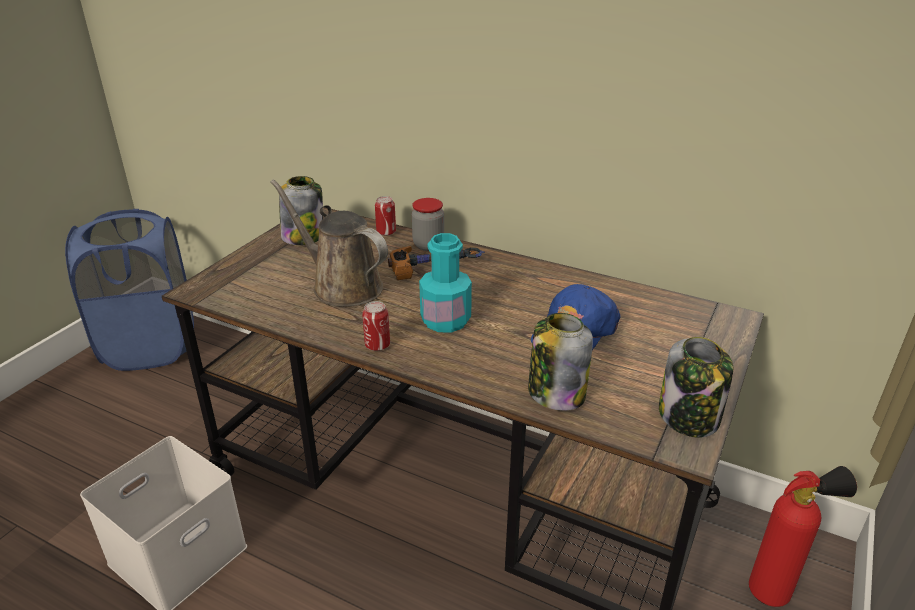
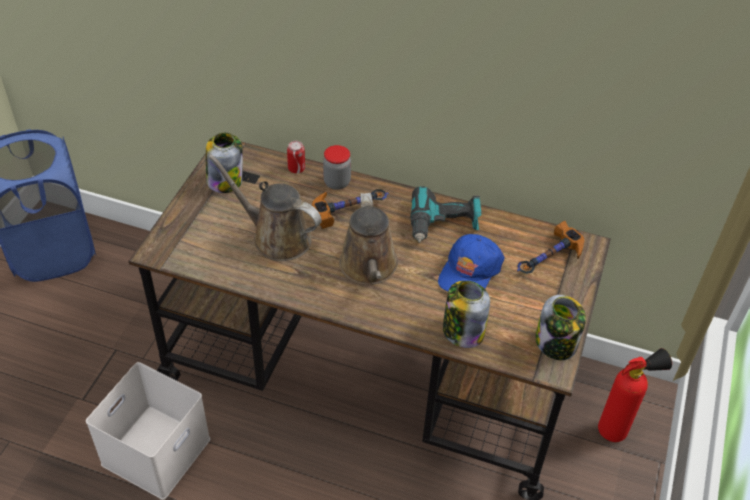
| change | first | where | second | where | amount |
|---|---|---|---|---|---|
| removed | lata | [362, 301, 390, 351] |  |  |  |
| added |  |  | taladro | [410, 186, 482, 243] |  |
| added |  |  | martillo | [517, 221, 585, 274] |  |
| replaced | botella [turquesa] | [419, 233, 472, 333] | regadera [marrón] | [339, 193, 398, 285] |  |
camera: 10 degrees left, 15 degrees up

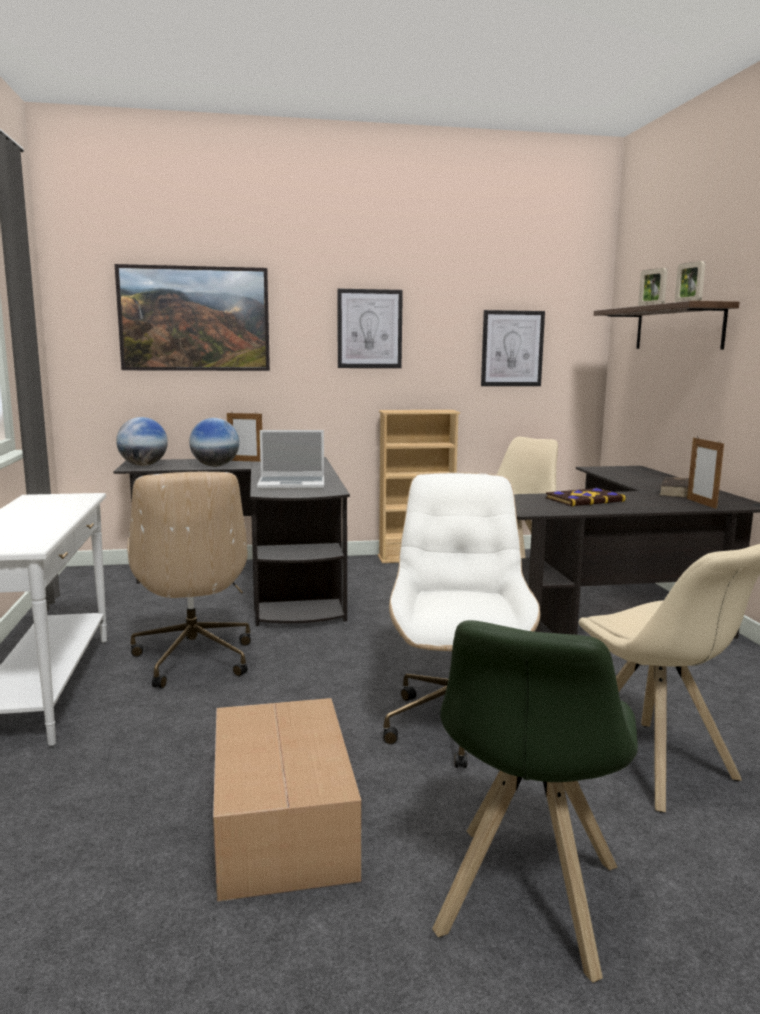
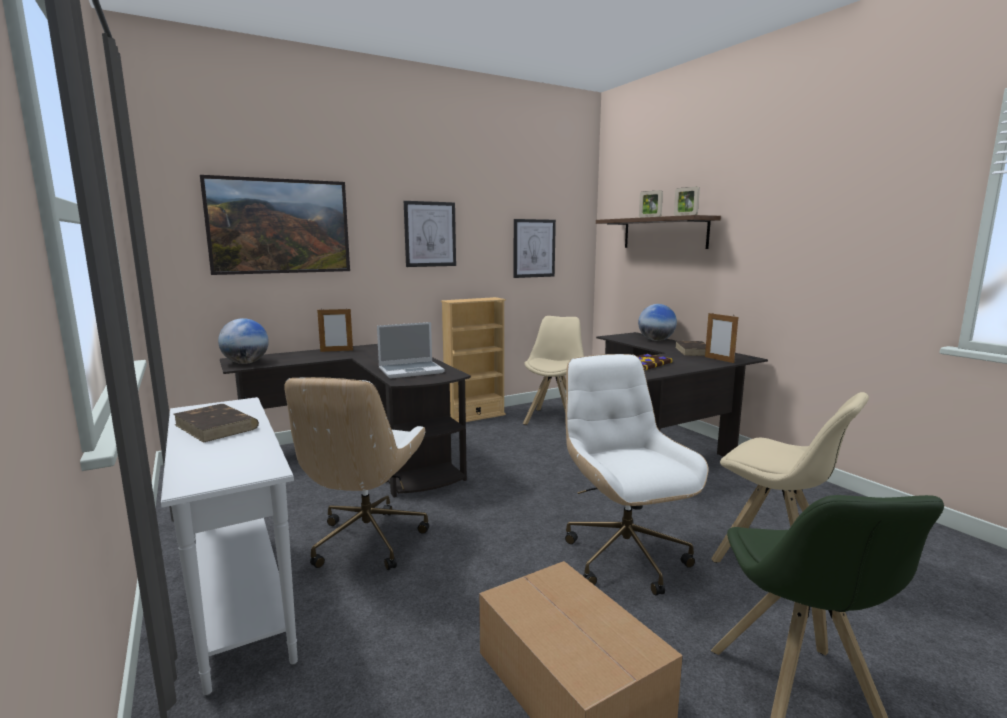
| change | first | where | second | where | amount |
|---|---|---|---|---|---|
| added |  |  | libro [marrón] | [174, 404, 259, 443] |  |
| moved | globo terráqueo | [189, 418, 239, 467] |  | [638, 304, 677, 341] |  |
| turned | silla de oficina [blanco] | [127, 472, 251, 688] |  | [284, 377, 429, 570] | 45 degrees clockwise |
camera: 20 degrees left, 0 degrees up

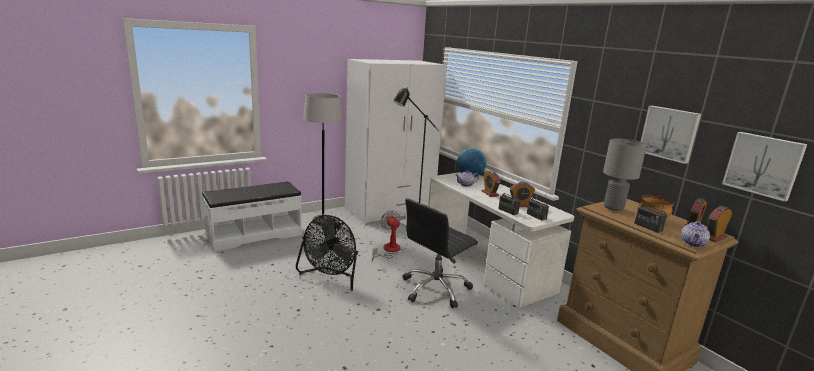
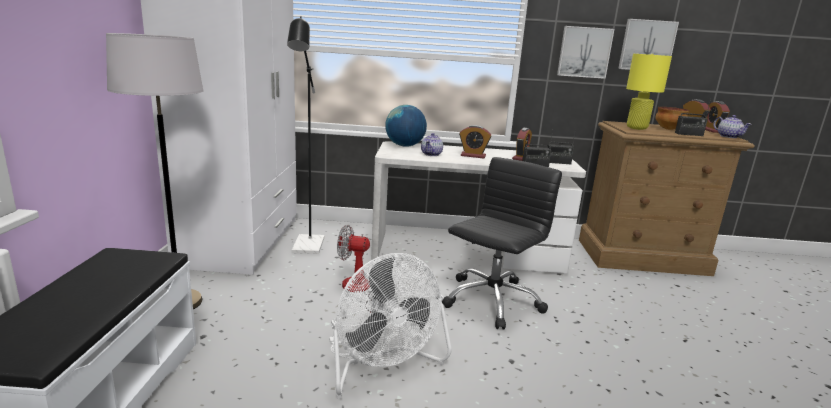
| change | first | where | second | where | amount |
|---|---|---|---|---|---|
| moved | cuadro | [722, 132, 807, 202] |  | [557, 26, 614, 79] |  |
| recoloured | ventilador [negro] | [296, 215, 358, 291] | ventilador [blanco] | [329, 253, 452, 399] |  |
| recoloured | lámpara de mesa [gris] | [603, 139, 647, 211] | lámpara de mesa [amarillo] | [626, 54, 672, 130] |  |
| turned | silla de oficina [negro] | [403, 198, 478, 308] |  | [442, 157, 562, 329] | 135 degrees counterclockwise |
camera: 55 degrees left, 0 degrees up

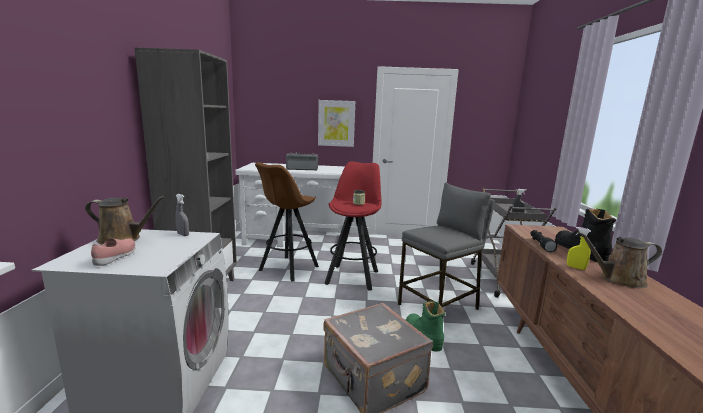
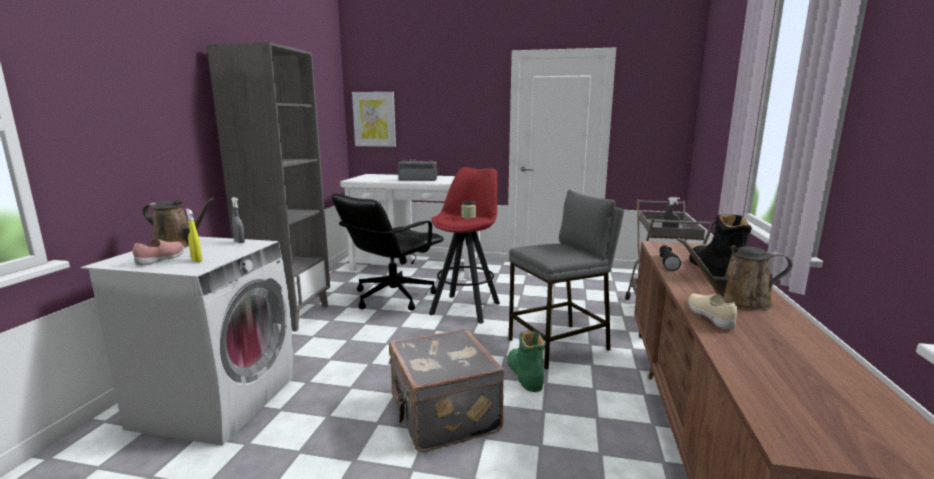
| change | first | where | second | where | amount |
|---|---|---|---|---|---|
| added |  |  | zapato [beis] | [688, 294, 737, 330] |  |
| moved | cuadro | [318, 100, 355, 147] |  | [352, 92, 396, 147] |  |
| moved | pulverizador [amarillo] | [567, 227, 591, 270] |  | [186, 209, 202, 262] |  |
| replaced | taburete [marrón] | [255, 162, 319, 282] | silla de oficina [negro] | [332, 194, 444, 311] |  |
camera: 10 degrees right, 0 degrees up

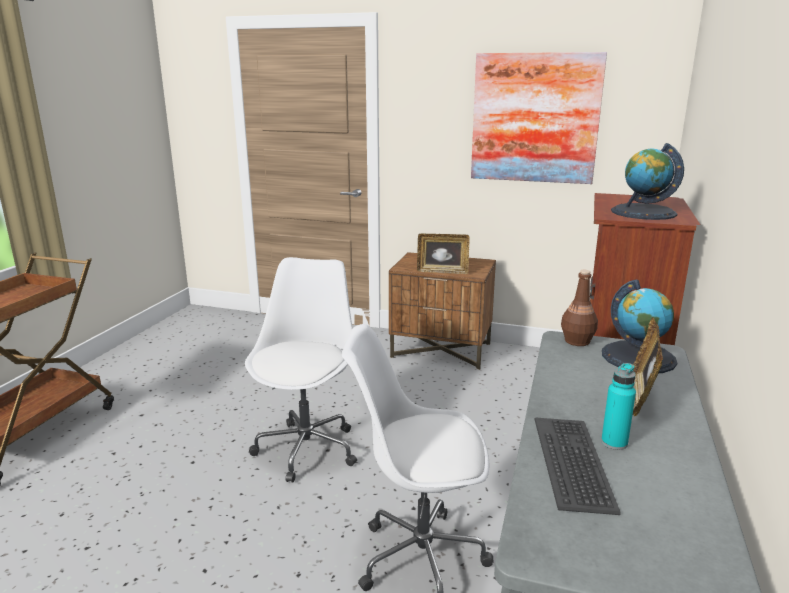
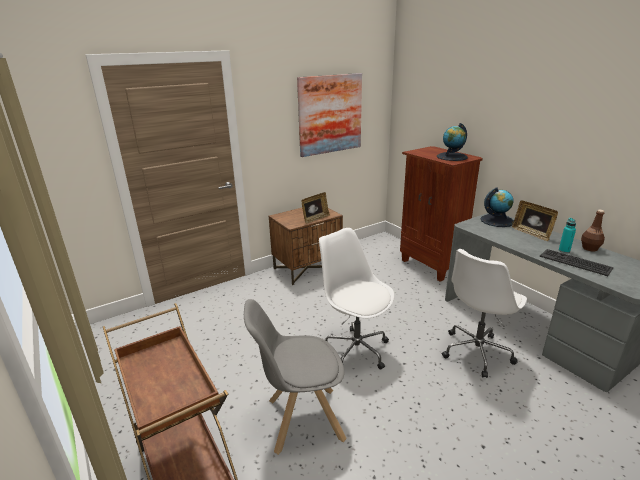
| change | first | where | second | where | amount |
|---|---|---|---|---|---|
| added |  |  | silla [gris] | [244, 299, 347, 455] |  |
| moved | botella [marrón] | [561, 270, 598, 346] |  | [581, 210, 605, 251] |  |
camera: 50 degrees left, 5 degrees up

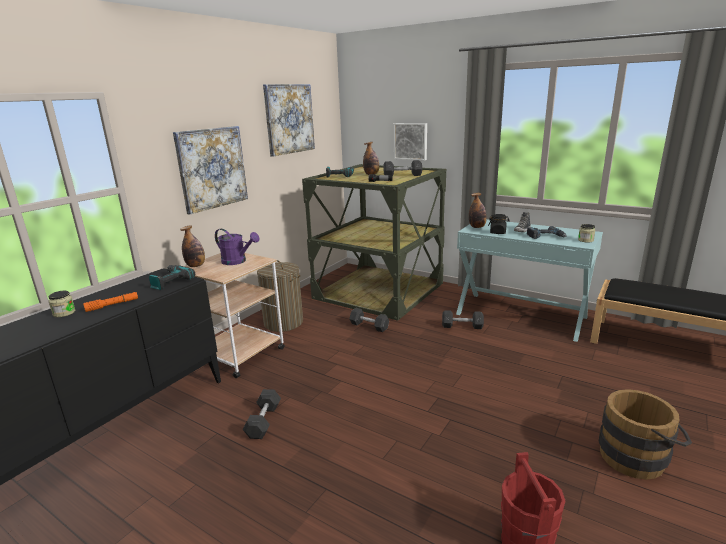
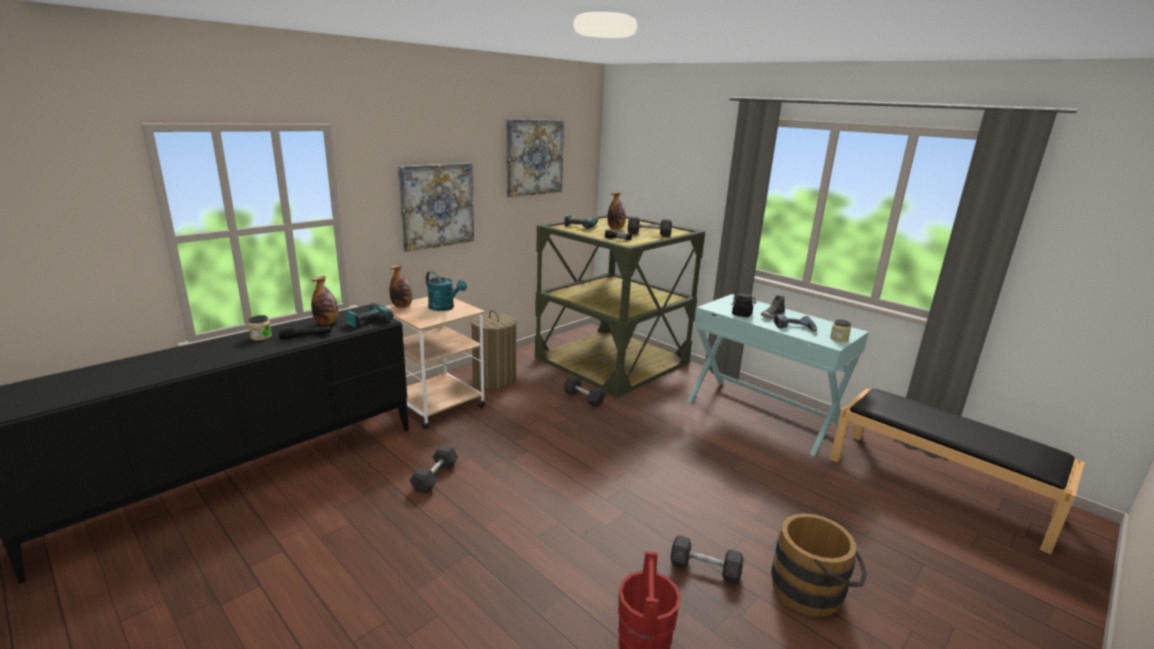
| change | first | where | second | where | amount |
|---|---|---|---|---|---|
| removed | cuadro | [394, 123, 427, 161] |  |  |  |
| moved | mancuerna [gris] | [442, 310, 484, 329] |  | [670, 535, 744, 584] |  |
| moved | botella | [469, 193, 487, 228] |  | [311, 276, 339, 325] |  |
| recoloured | linterna [naranja] | [83, 292, 138, 312] | linterna [negro] | [279, 326, 331, 339] |  |
| recoloured | regadera [morado] | [215, 229, 259, 265] | regadera [turquesa] | [426, 271, 467, 311] |  |
camera: 10 degrees right, 0 degrees up

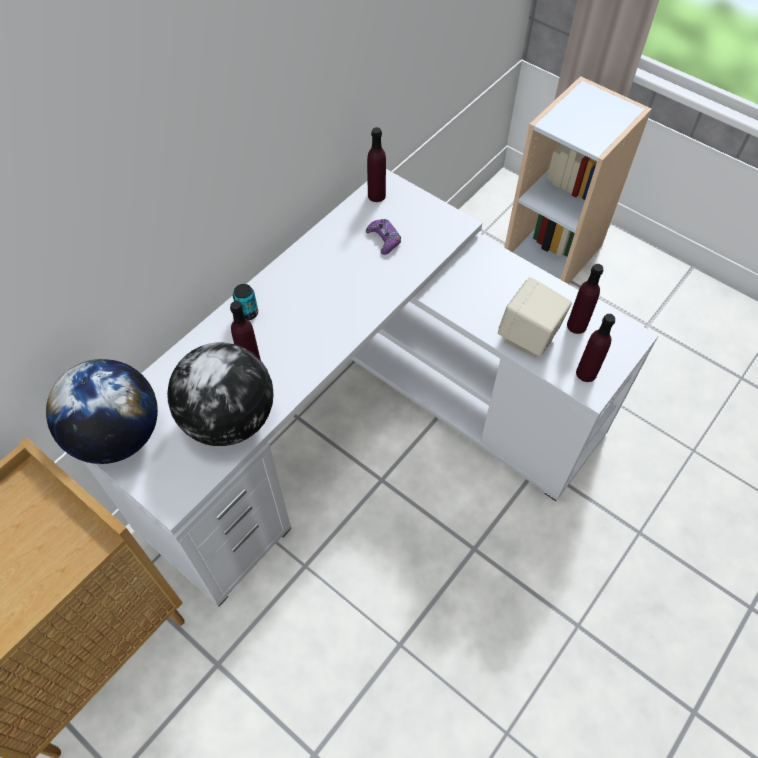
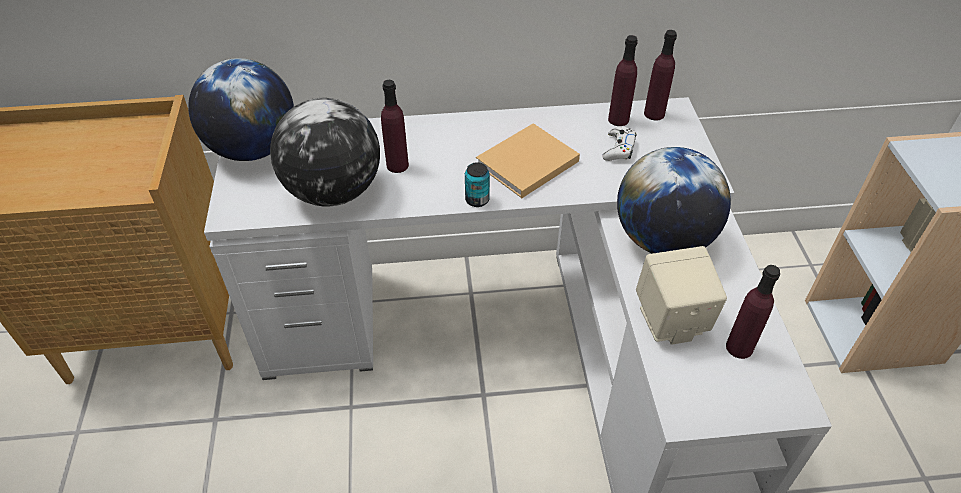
| change | first | where | second | where | amount |
|---|---|---|---|---|---|
| added |  |  | libro [beis] | [476, 123, 580, 198] |  |
| added |  |  | globo terráqueo | [617, 147, 731, 254] |  |
| moved | lata | [233, 284, 258, 320] |  | [465, 162, 490, 207] |  |
| moved | botella [morado] | [576, 314, 615, 382] |  | [608, 35, 638, 126] |  |
| recoloured | mando de consola [morado] | [366, 219, 401, 255] | mando de consola [blanco] | [602, 126, 636, 161] |  |
camera: 45 degrees right, 10 degrees down

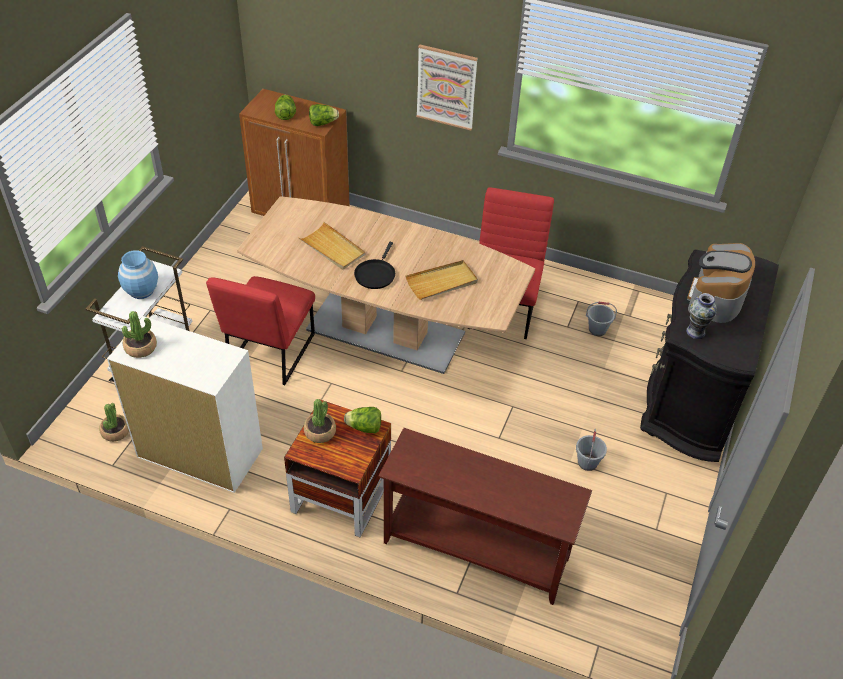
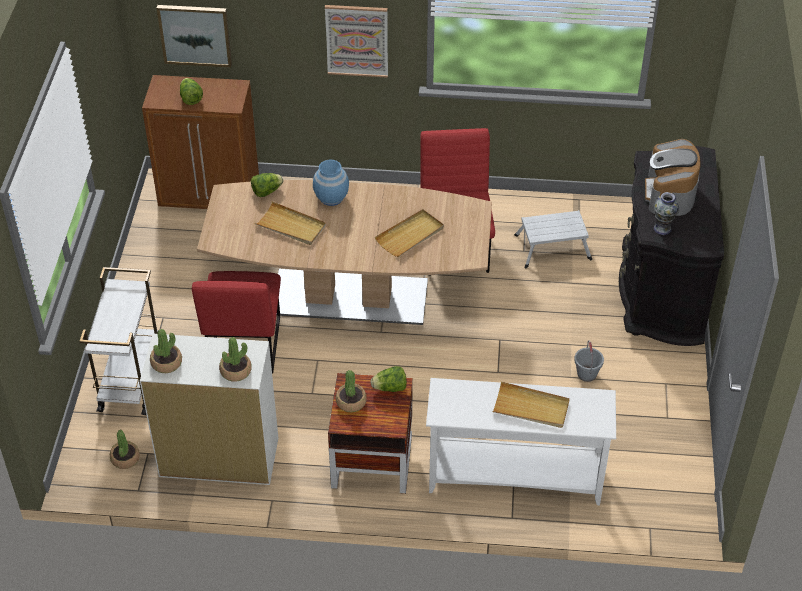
| change | first | where | second | where | amount |
|---|---|---|---|---|---|
| removed | sartén [negro] | [354, 242, 395, 289] |  |  |  |
| added |  |  | cuadro | [157, 5, 232, 67] |  |
| added |  |  | planta en maceta | [219, 337, 252, 382] |  |
| added |  |  | bandeja [beis] | [492, 382, 570, 428] |  |
| moved | florero [azul] | [118, 250, 158, 299] |  | [313, 160, 349, 206] |  |
| moved | lechuga | [309, 104, 339, 126] |  | [251, 173, 283, 197] |  |
| replaced | cubo [gris] | [586, 302, 617, 336] | escalera de tijera [blanco] | [514, 210, 592, 269] |  |
| recoloured | mesa consola [marrón] | [378, 428, 592, 605] | mesa consola [blanco] | [426, 378, 616, 505] |  |
camera: 15 degrees left, 0 degrees up

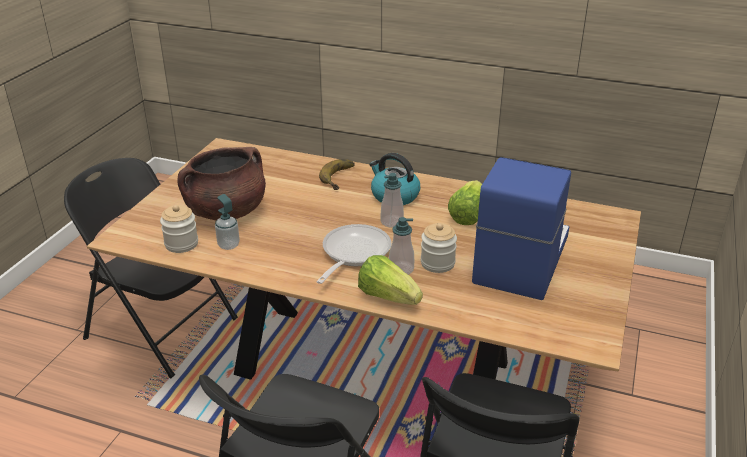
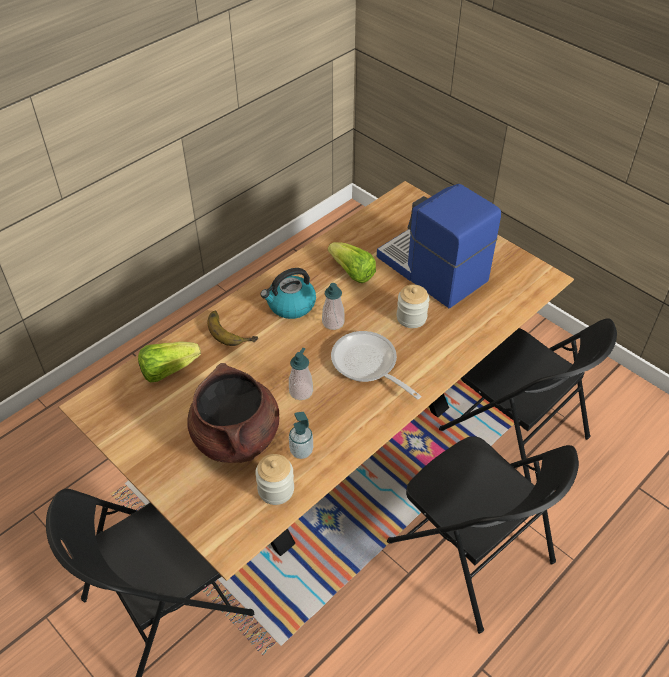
| change | first | where | second | where | amount |
|---|---|---|---|---|---|
| moved | lechuga | [358, 255, 423, 305] |  | [138, 341, 201, 383] |  |
| moved | dispensador de jabón | [389, 217, 414, 275] |  | [289, 348, 313, 400] |  |
camera: 65 degrees left, 15 degrees up

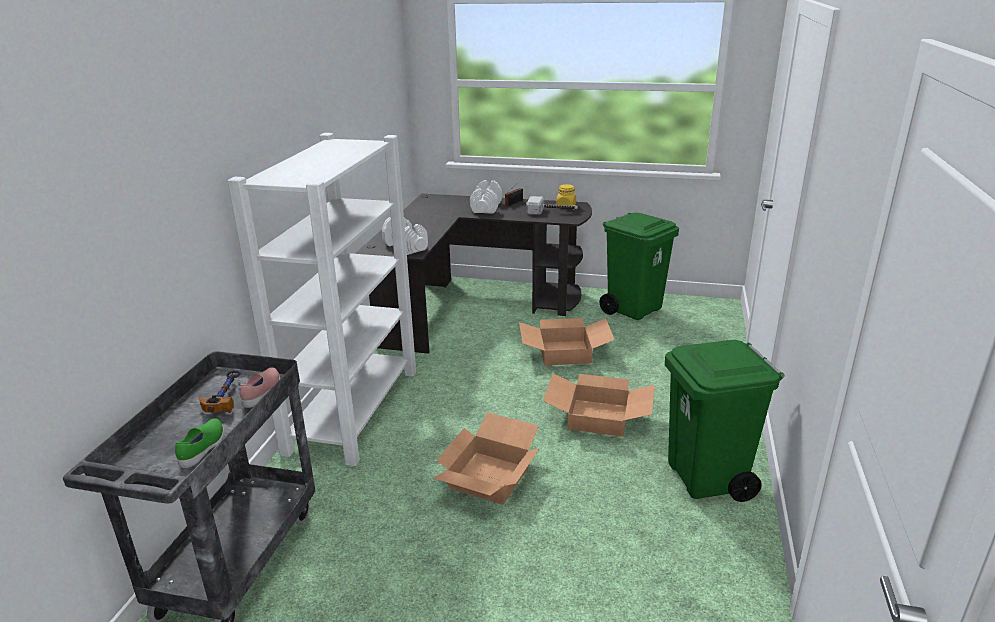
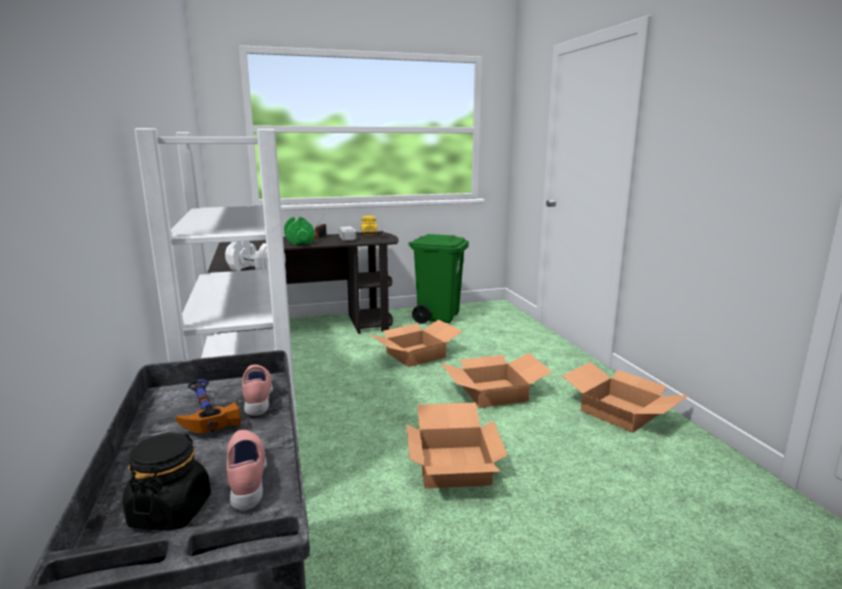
| change | first | where | second | where | amount |
|---|---|---|---|---|---|
| added |  |  | tarro [negro] | [122, 433, 211, 530] |  |
| replaced | papelera [verde] | [665, 340, 785, 502] | caja de cartón | [562, 362, 689, 433] |  |
| recoloured | zapato [verde] | [175, 418, 224, 468] | zapato [rosa] | [227, 430, 267, 510] |  |
| recoloured | mancuerna [blanco] | [470, 180, 502, 214] | mancuerna [verde] | [284, 217, 315, 245] |  |
camera: 30 degrees left, 10 degrees down

